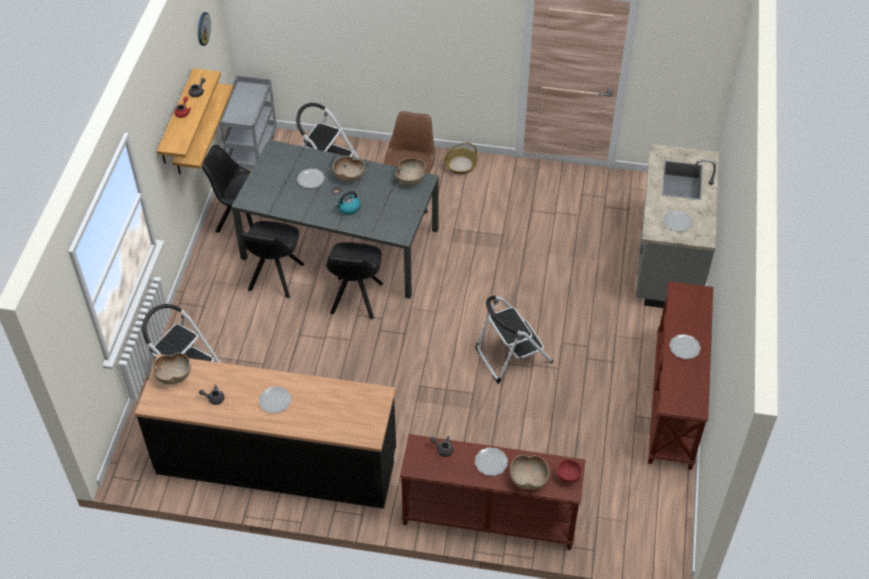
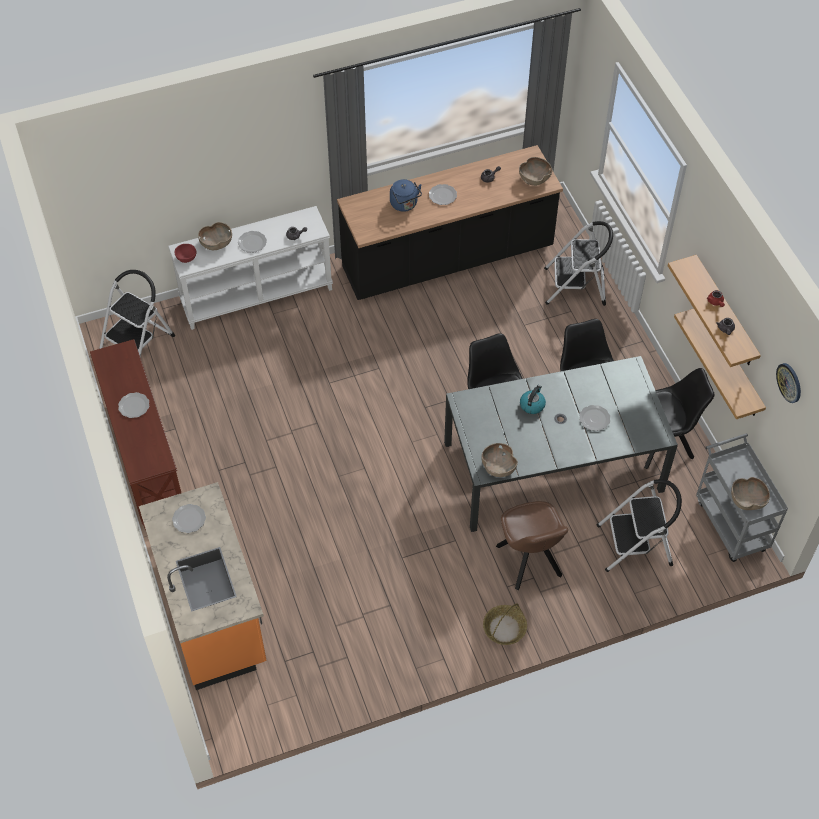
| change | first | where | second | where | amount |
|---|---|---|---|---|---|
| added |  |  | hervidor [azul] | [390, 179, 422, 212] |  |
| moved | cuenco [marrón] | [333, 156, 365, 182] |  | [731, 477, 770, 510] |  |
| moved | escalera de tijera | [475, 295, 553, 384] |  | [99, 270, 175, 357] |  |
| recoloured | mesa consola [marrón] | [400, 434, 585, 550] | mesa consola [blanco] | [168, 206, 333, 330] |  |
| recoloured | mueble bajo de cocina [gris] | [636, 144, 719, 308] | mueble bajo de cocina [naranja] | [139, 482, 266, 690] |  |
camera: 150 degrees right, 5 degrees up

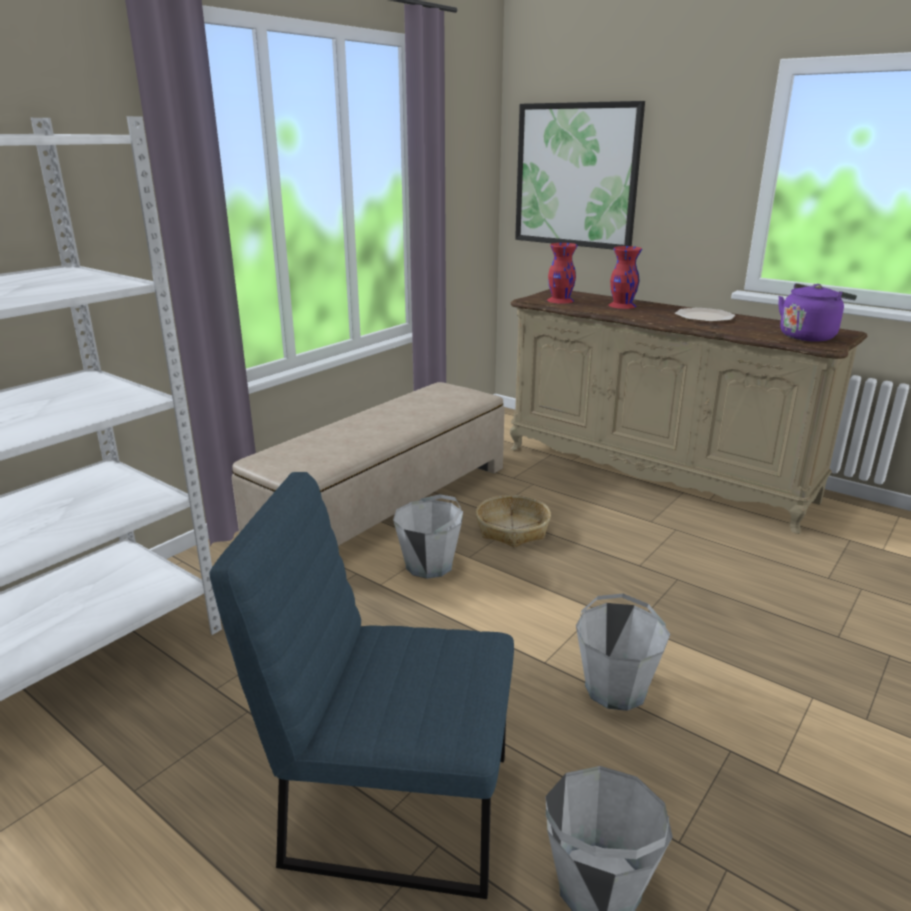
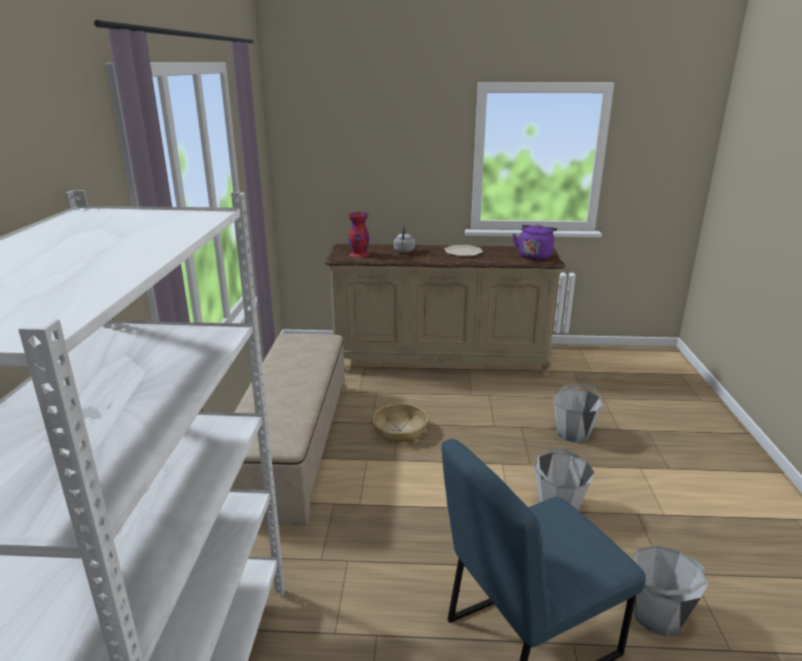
| change | first | where | second | where | amount |
|---|---|---|---|---|---|
| removed | cuadro | [515, 101, 645, 250] |  |  |  |
| moved | cubo [gris] | [393, 494, 463, 579] |  | [553, 383, 603, 443] |  |
| replaced | florero [rojo] | [609, 246, 642, 309] | hervidor [gris] | [394, 224, 415, 253] |  |
camera: 35 degrees left, 0 degrees up

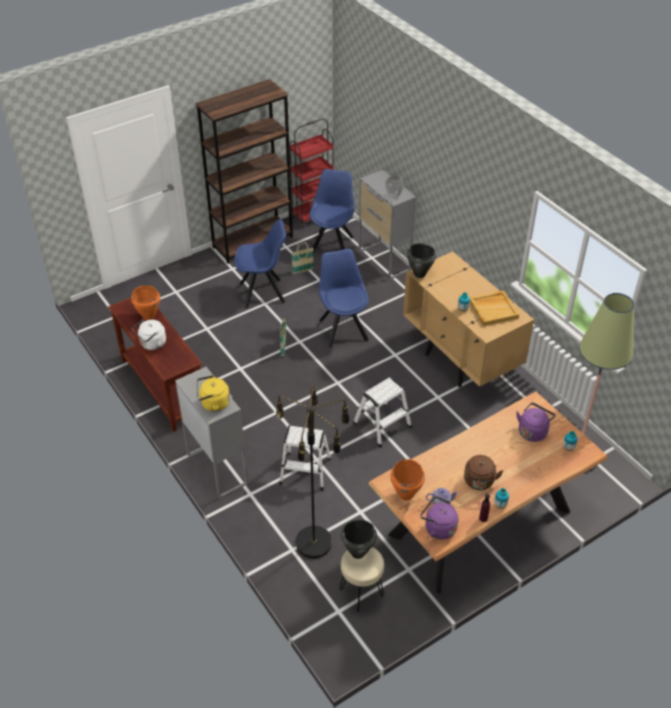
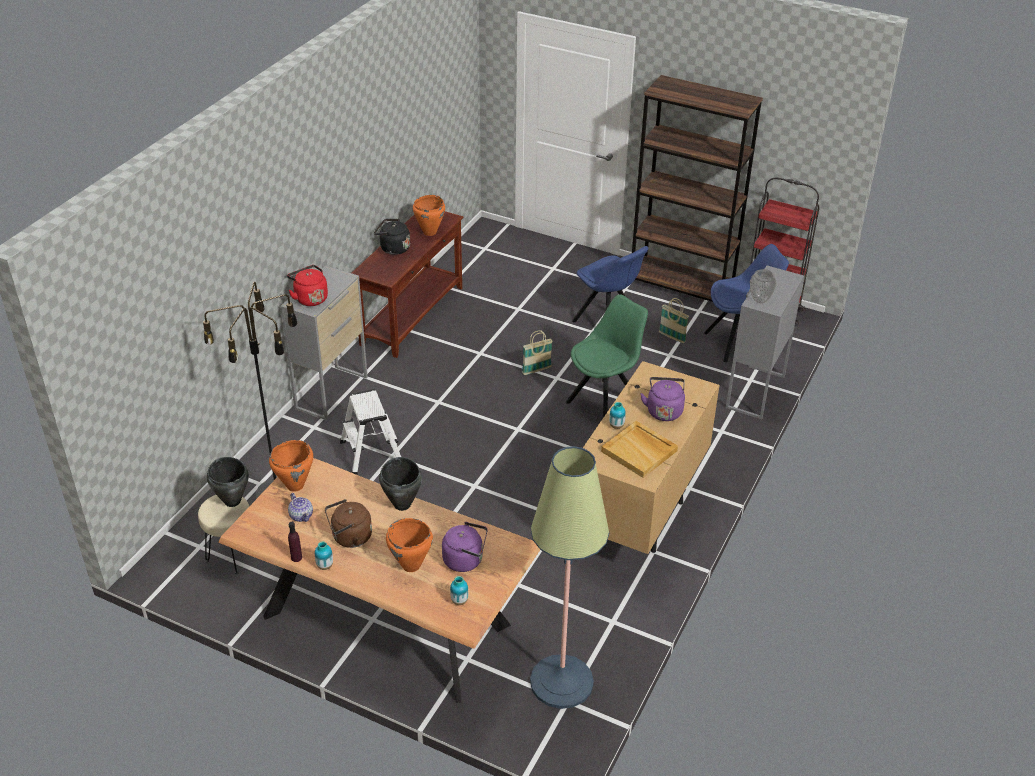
| change | first | where | second | where | amount |
|---|---|---|---|---|---|
| removed | escalera de tijera [blanco] | [353, 376, 412, 448] |  |  |  |
| added |  |  | olla [naranja] | [386, 518, 433, 572] |  |
| moved | olla [negro] | [407, 243, 436, 278] |  | [379, 457, 422, 511] |  |
| moved | hervidor [morado] | [420, 496, 458, 540] |  | [640, 377, 685, 421] |  |
| recoloured | hervidor [blanco] | [132, 319, 166, 350] | hervidor [negro] | [374, 219, 410, 255] |  |
| recoloured | hervidor [amarillo] | [196, 375, 230, 412] | hervidor [rojo] | [287, 265, 328, 306] |  |
| recoloured | silla [azul] | [319, 249, 369, 348] | silla [verde] | [566, 294, 648, 418] |  |
camera: 60 degrees right, 5 degrees down

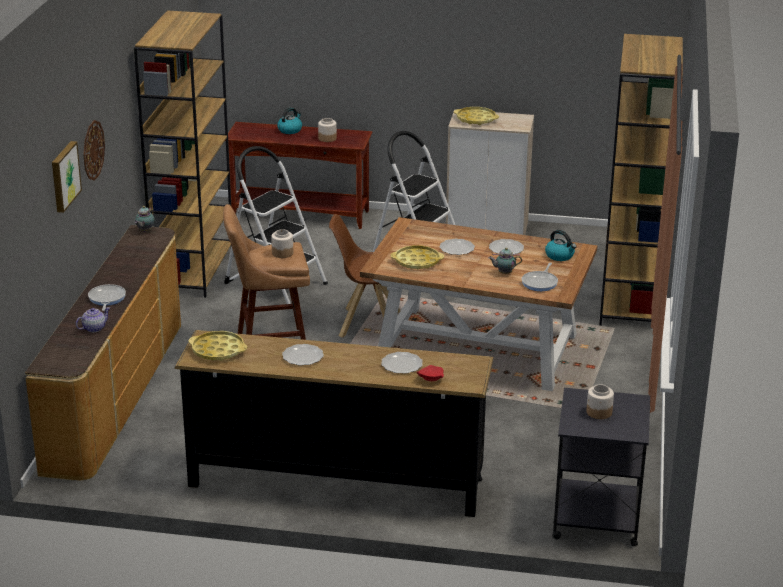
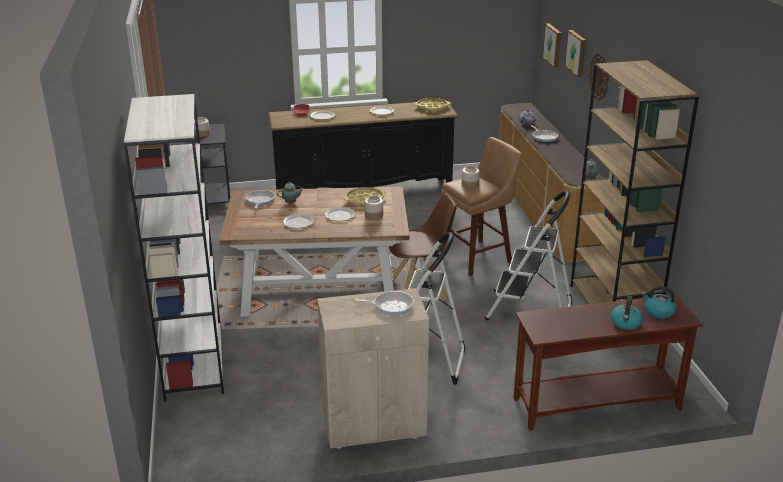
| change | first | where | second | where | amount |
|---|---|---|---|---|---|
| added |  |  | cuadro | [542, 23, 561, 68] |  |
| moved | tarro | [318, 118, 337, 142] |  | [365, 196, 383, 220] |  |
| moved | hervidor | [545, 230, 577, 261] |  | [641, 286, 676, 319] |  |
| replaced | bandeja [amarillo] | [454, 107, 499, 125] | sartén | [354, 291, 414, 315] |  |
| recoloured | estantería [marrón] | [599, 34, 683, 326] | estantería [blanco] | [124, 94, 224, 401] |  |
camera: 160 degrees right, 0 degrees up

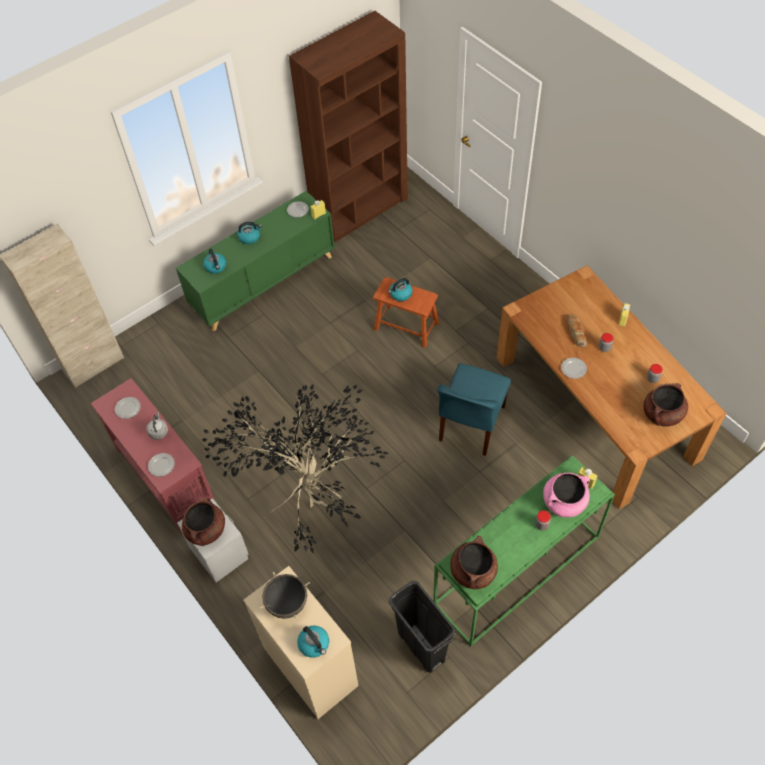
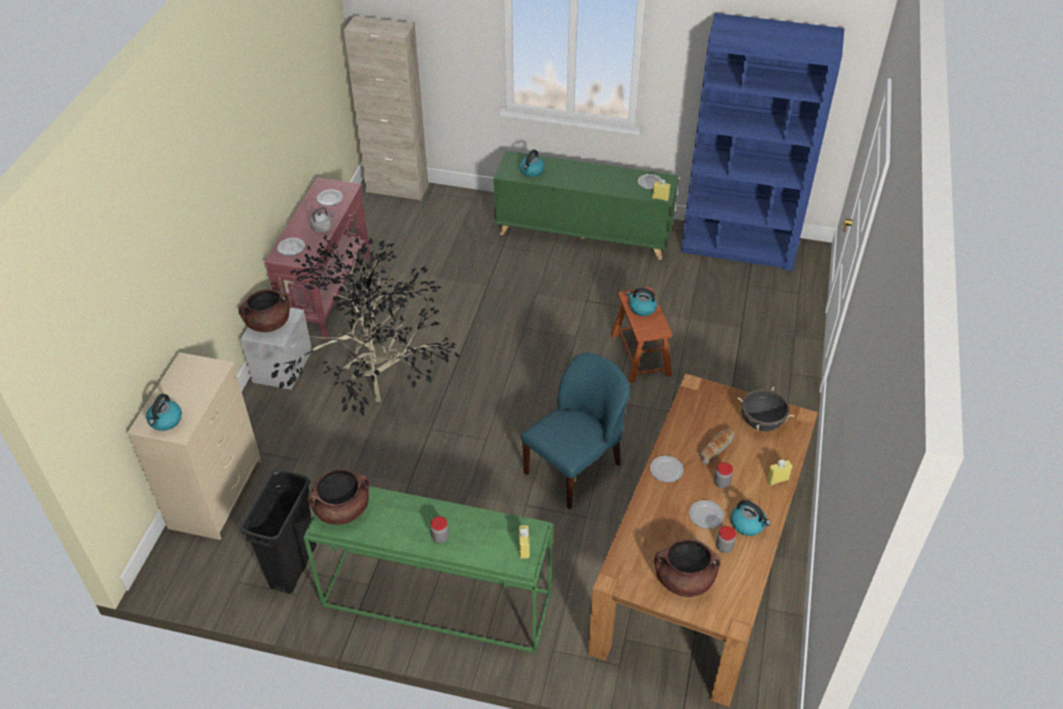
| change | first | where | second | where | amount |
|---|---|---|---|---|---|
| removed | olla [rosa] | [543, 473, 590, 517] |  |  |  |
| added |  |  | plato | [689, 500, 724, 529] |  |
| moved | hervidor | [237, 222, 262, 244] |  | [731, 500, 771, 536] |  |
| moved | olla [negro] | [259, 572, 310, 619] |  | [737, 387, 794, 431] |  |
| recoloured | estantería [marrón] | [289, 11, 408, 242] | estantería [azul] | [681, 13, 844, 271] |  |
| turned | silla [azul] | [437, 363, 511, 456] |  | [521, 353, 630, 509] | 150 degrees clockwise |
camera: 50 degrees right, 10 degrees down

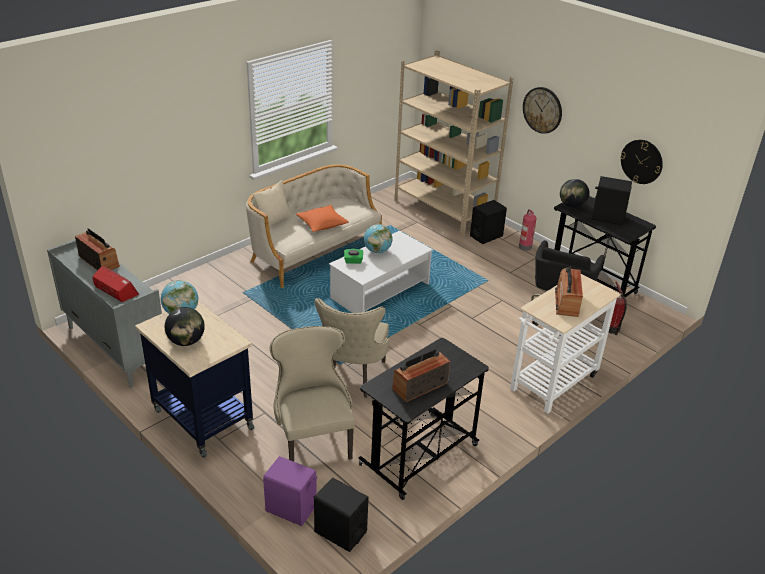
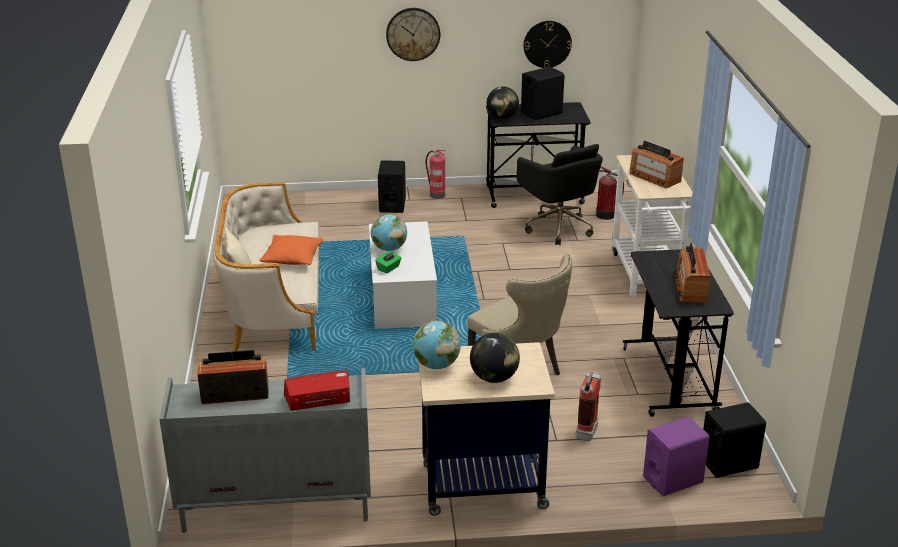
| change | first | where | second | where | amount |
|---|---|---|---|---|---|
| removed | estantería [beis] | [395, 50, 513, 237] |  |  |  |
| replaced | silla [beis] | [270, 326, 355, 462] | extintor | [576, 372, 601, 441] |  |
camera: 50 degrees left, 5 degrees down

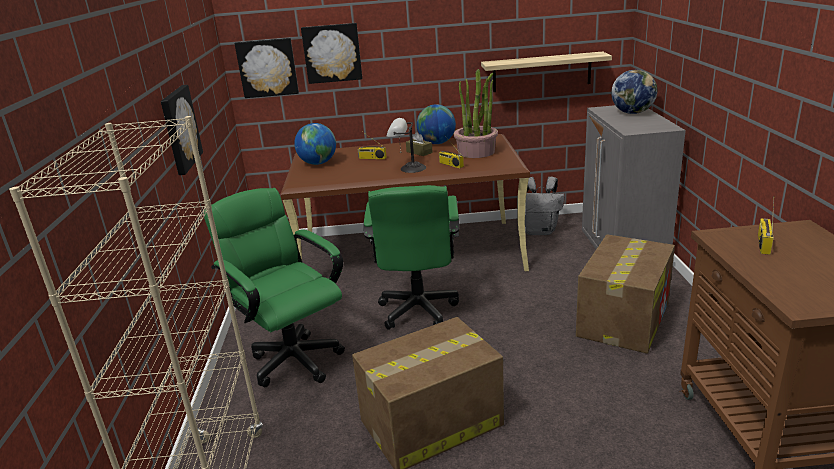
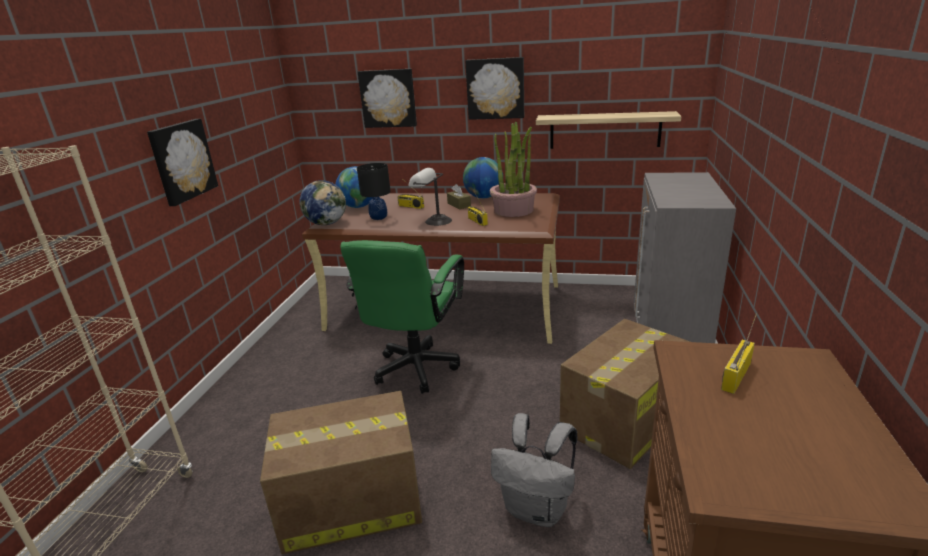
| change | first | where | second | where | amount |
|---|---|---|---|---|---|
| removed | silla de oficina [verde] | [204, 188, 345, 387] |  |  |  |
| added |  |  | lámpara de mesa [negro] | [357, 163, 391, 220] |  |
| moved | cuadro | [235, 38, 299, 98] |  | [465, 57, 524, 120] |  |
| moved | mochila [gris] | [525, 177, 564, 235] |  | [491, 413, 578, 527] |  |
| moved | globo terráqueo | [611, 70, 657, 114] |  | [300, 180, 346, 225] |  |
camera: 15 degrees right, 0 degrees up

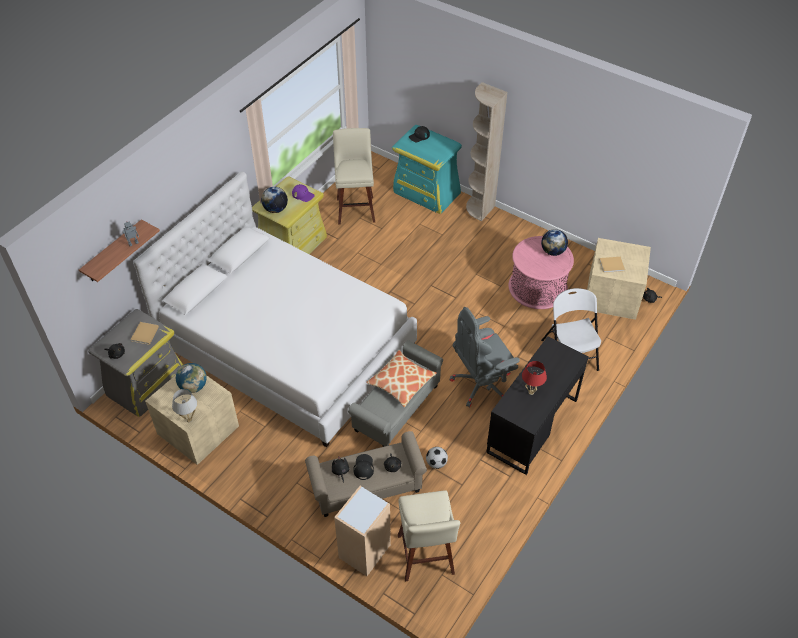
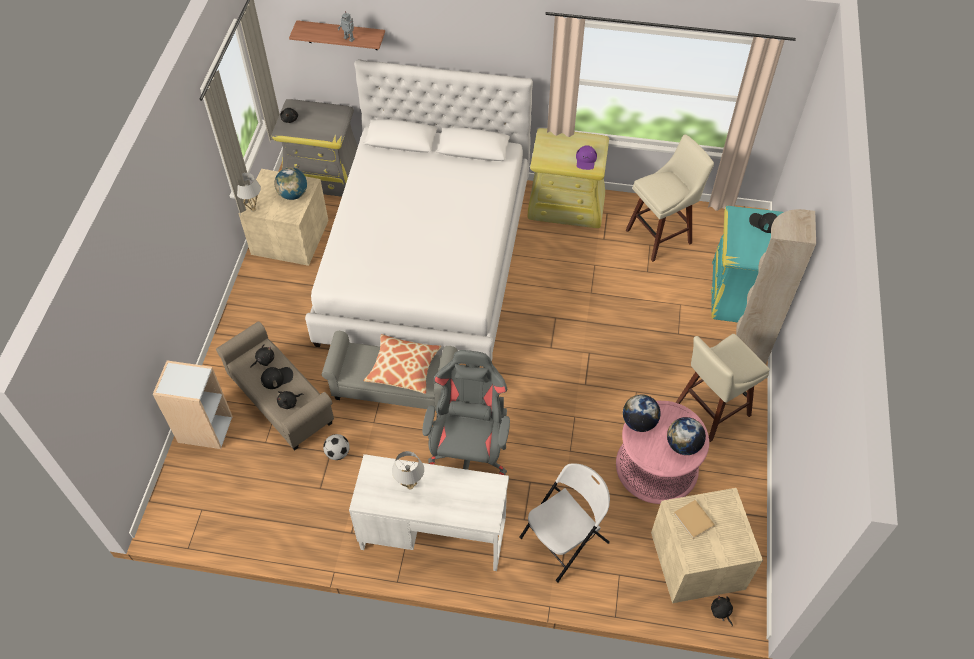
| change | first | where | second | where | amount |
|---|---|---|---|---|---|
| removed | libro [beis] | [131, 322, 159, 345] |  |  |  |
| moved | globo terráqueo | [261, 187, 288, 213] |  | [623, 394, 661, 432] |  |
| moved | taburete [beis] | [398, 490, 460, 582] |  | [676, 334, 770, 442] |  |
| recoloured | escritorio [negro] | [486, 336, 589, 475] | escritorio [blanco] | [349, 454, 509, 571] |  |
| recoloured | lámpara de mesa [rojo] | [522, 361, 547, 395] | lámpara de mesa [blanco] | [392, 451, 424, 490] |  |
| turned | silla de oficina [gris] | [450, 307, 520, 407] |  | [422, 350, 510, 475] | 60 degrees clockwise |
camera: 65 degrees right, 5 degrees up

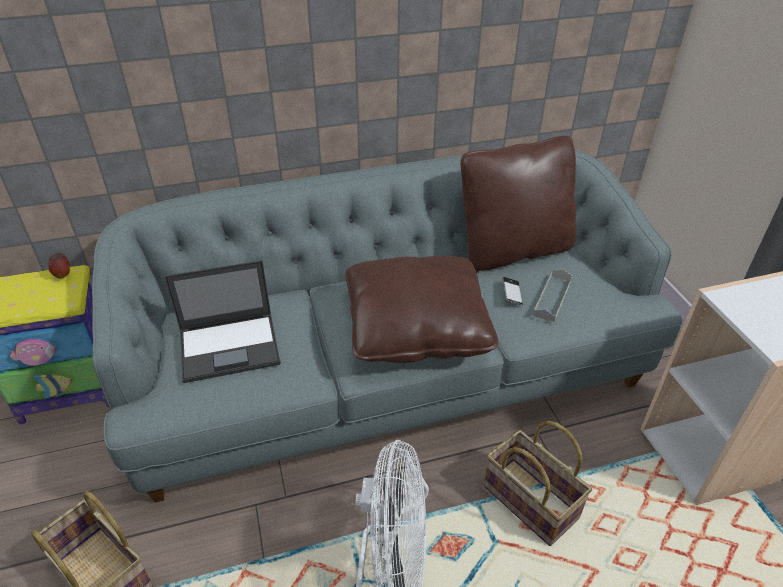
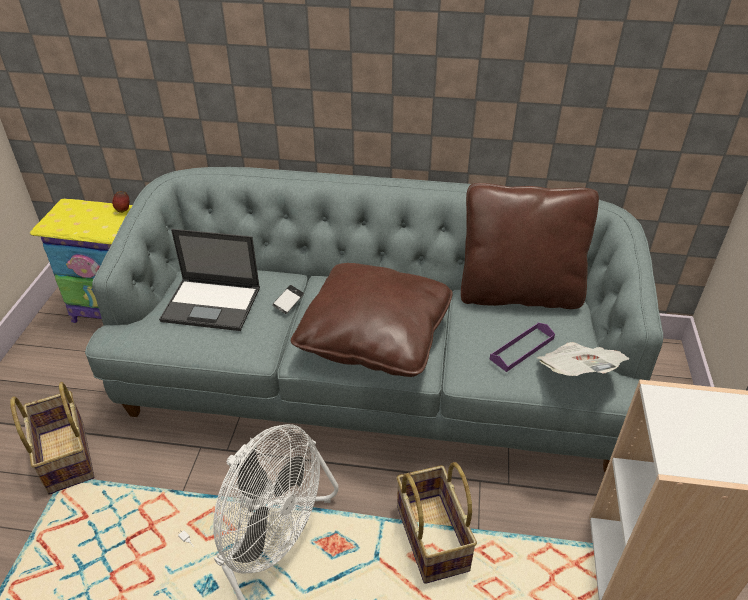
| change | first | where | second | where | amount |
|---|---|---|---|---|---|
| added |  |  | periódico | [537, 342, 629, 376] |  |
| moved | móvil | [502, 277, 523, 305] |  | [272, 285, 304, 314] |  |
| recoloured | bandeja [gris] | [533, 269, 573, 322] | bandeja [morado] | [490, 323, 555, 372] |  |
camera: 25 degrees right, 0 degrees up

